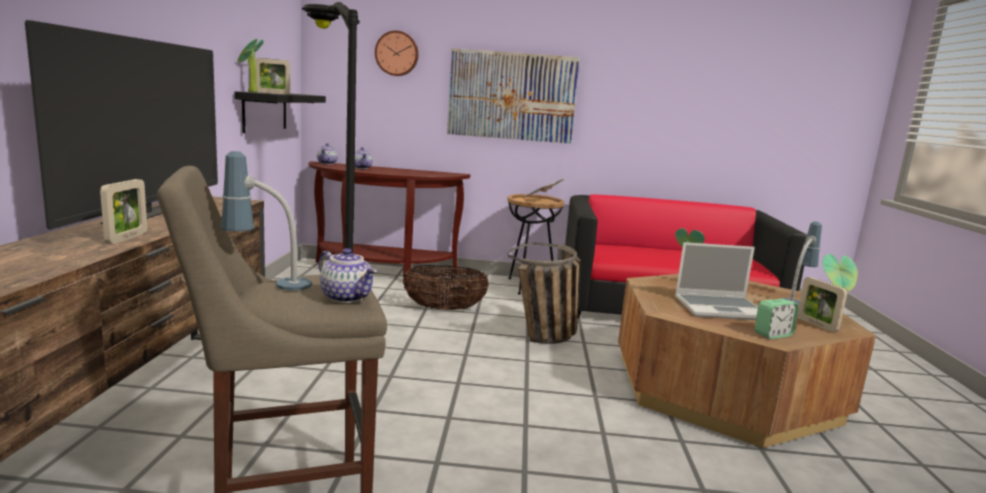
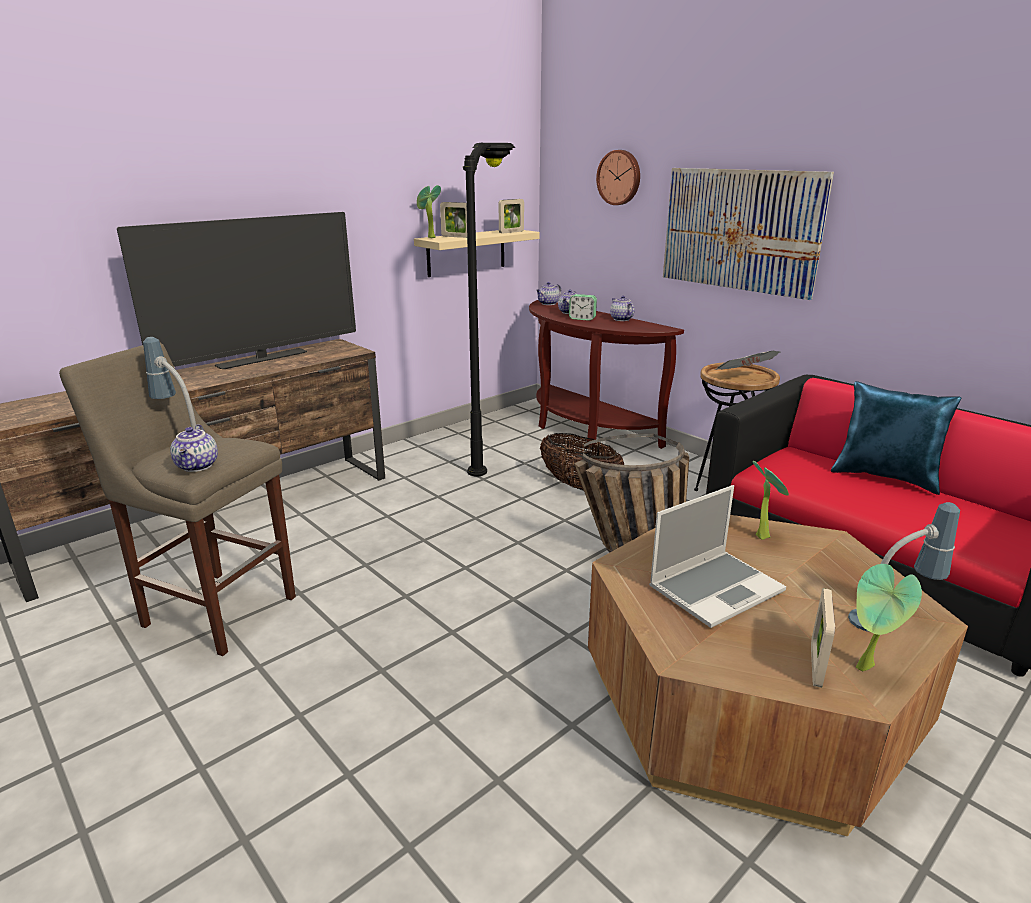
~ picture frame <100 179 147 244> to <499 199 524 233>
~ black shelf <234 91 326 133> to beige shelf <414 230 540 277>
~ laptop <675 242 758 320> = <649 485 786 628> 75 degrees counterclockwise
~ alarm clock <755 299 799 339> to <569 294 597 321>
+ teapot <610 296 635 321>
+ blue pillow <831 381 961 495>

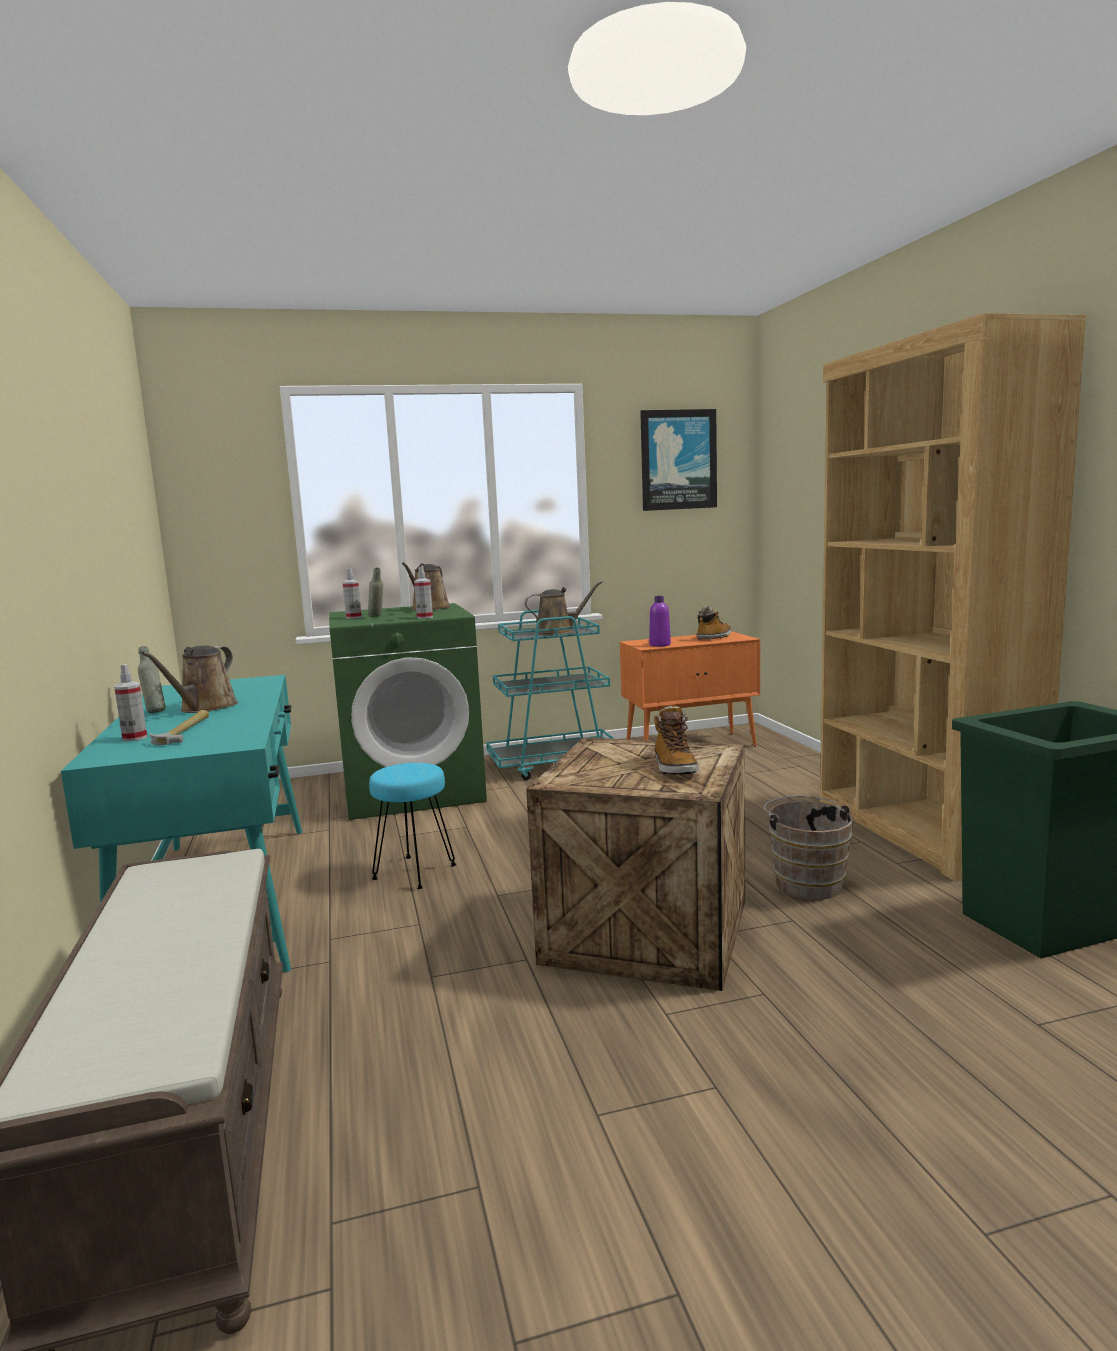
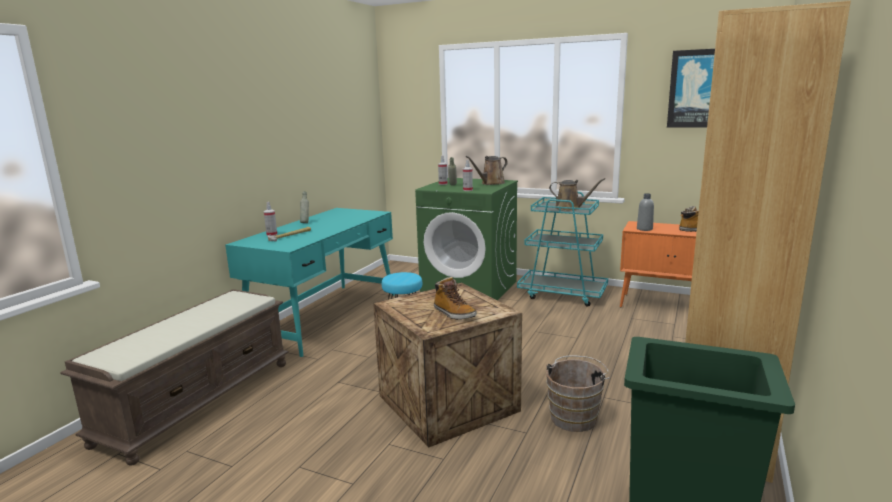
- brown watering can <141 645 238 713>
~ purple bottle <649 596 671 647> to grey bottle <637 193 654 231>
~ boot <654 706 699 775> = <434 277 477 320> 75 degrees counterclockwise

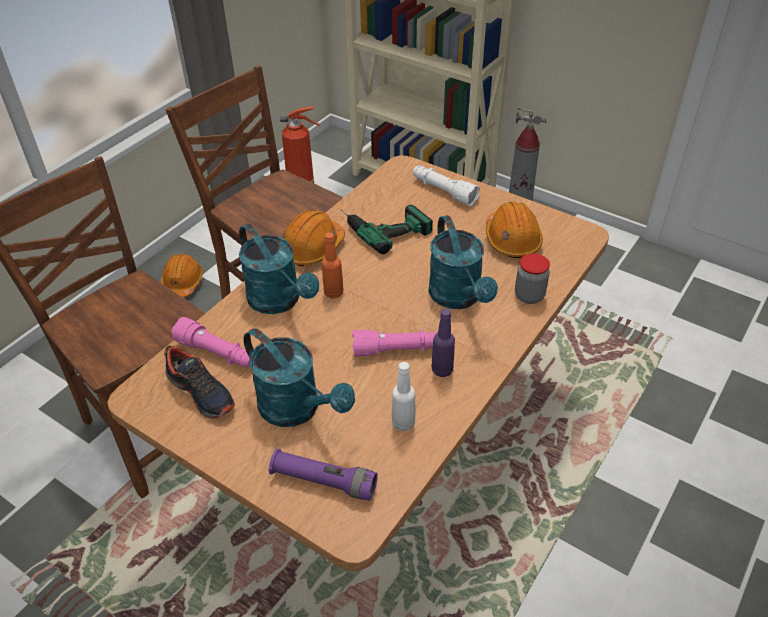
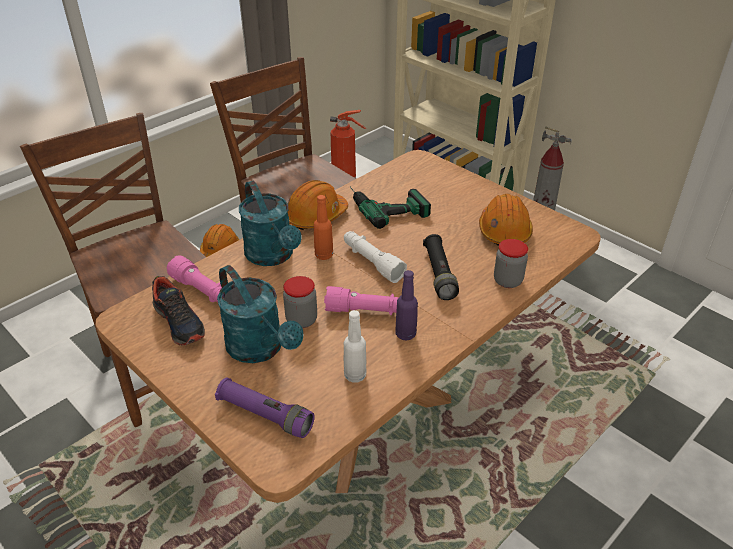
~ white flashlight <413 165 480 206> to <344 231 407 283>
~ turquoise watering can <428 215 498 309> to black flashlight <423 234 459 300>
+ jar <283 276 317 328>

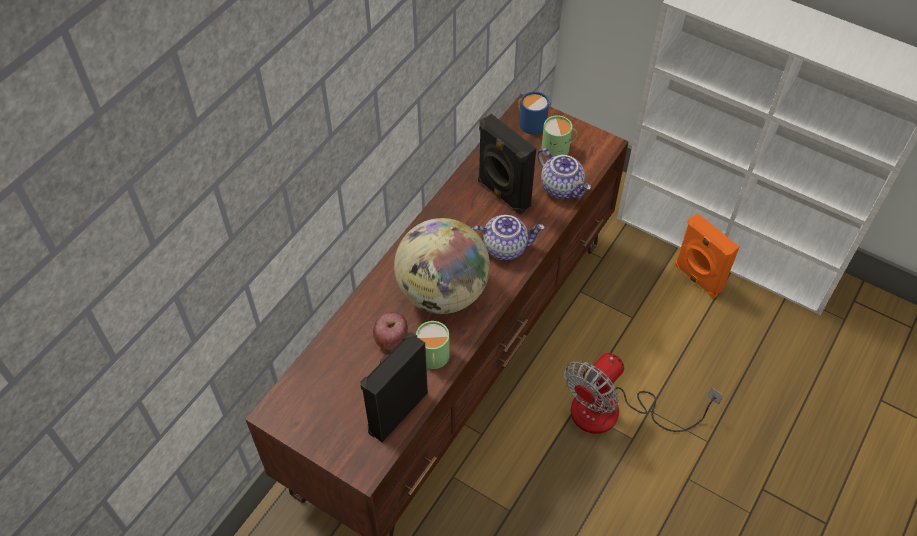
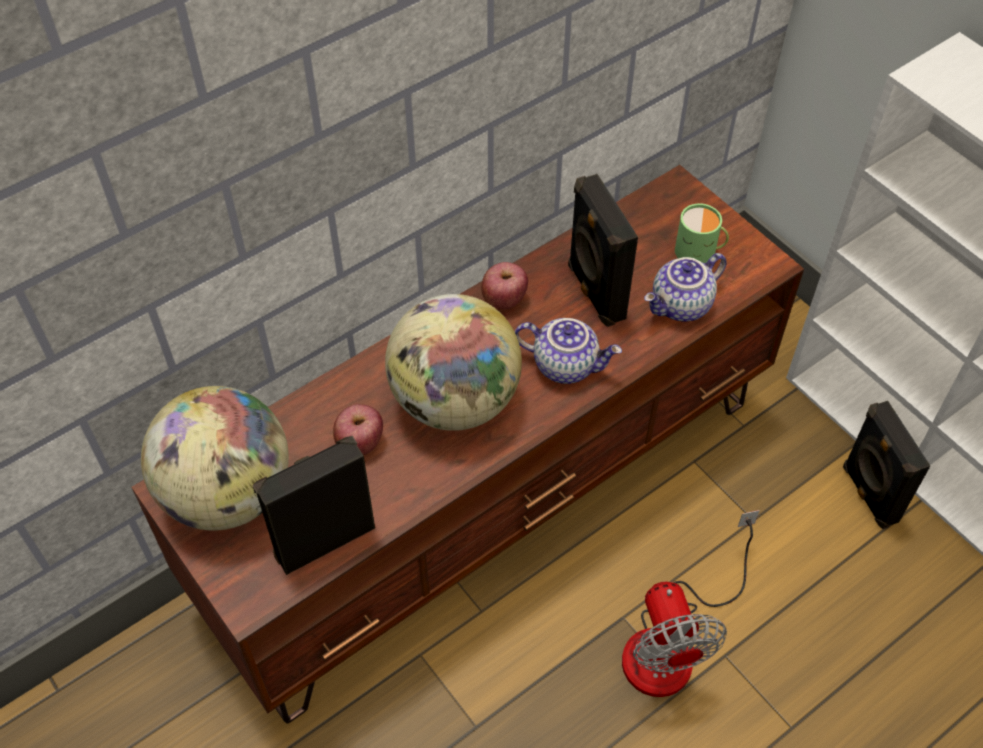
- green mug <416 321 450 369>
- blue mug <518 91 549 135>
~ teapot <537 148 591 199> = <644 253 727 322> 75 degrees clockwise
~ fan <564 353 723 434> = <622 510 760 697> 75 degrees counterclockwise
~ orange speaker <675 214 739 298> to black speaker <843 401 930 529>
+ globe <141 386 289 531>
+ apple <481 262 528 309>

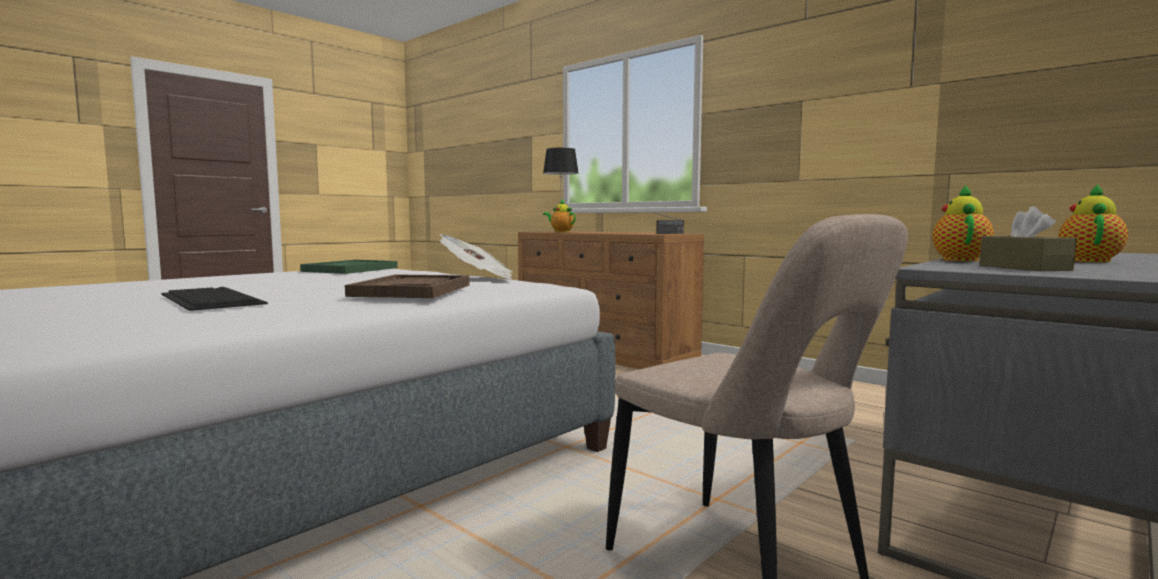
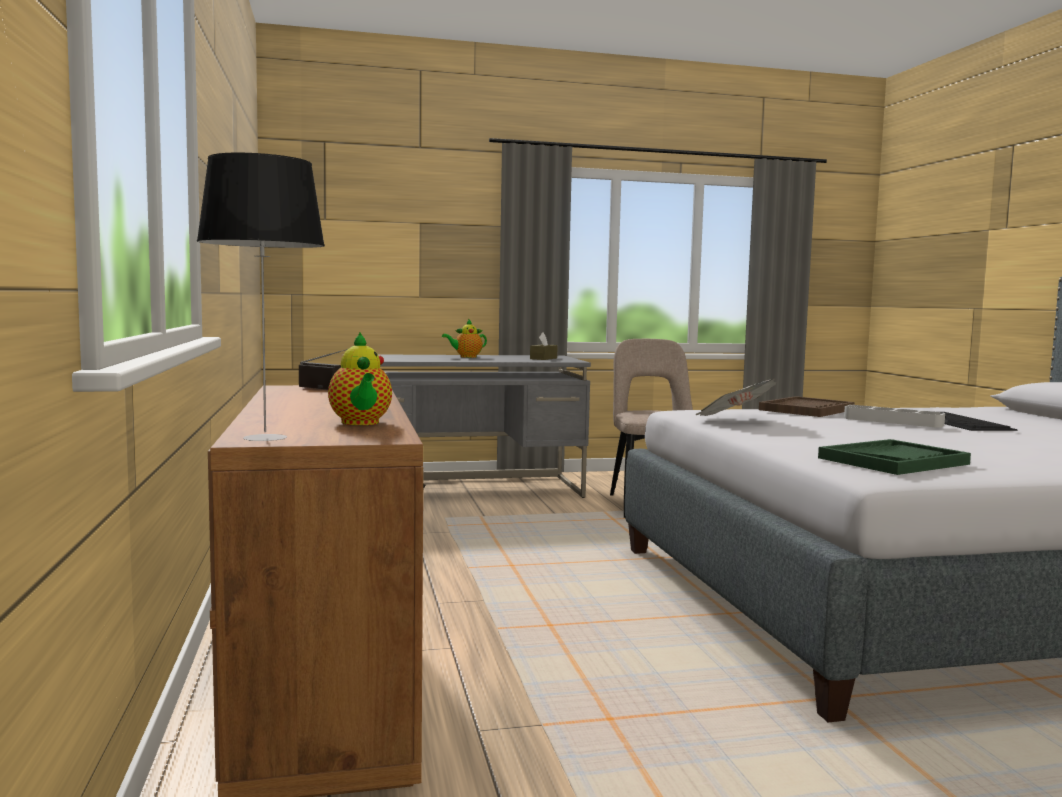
- teapot <932 185 994 261>
+ grey tray <844 405 945 428>

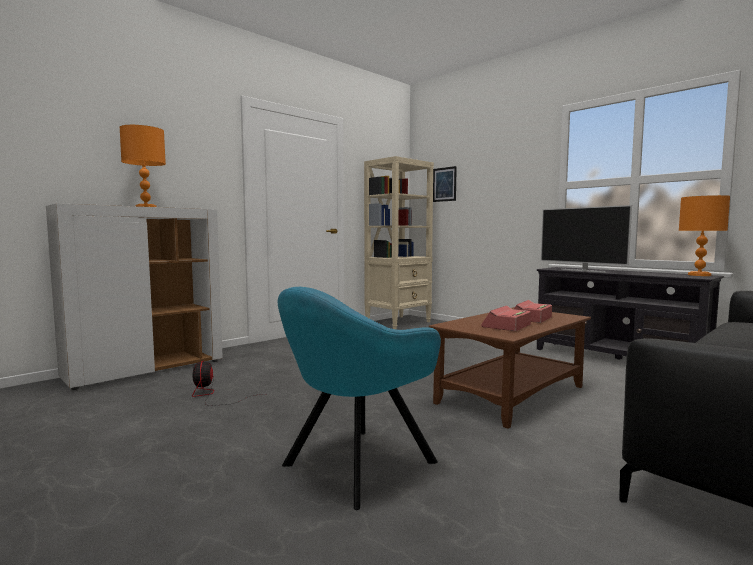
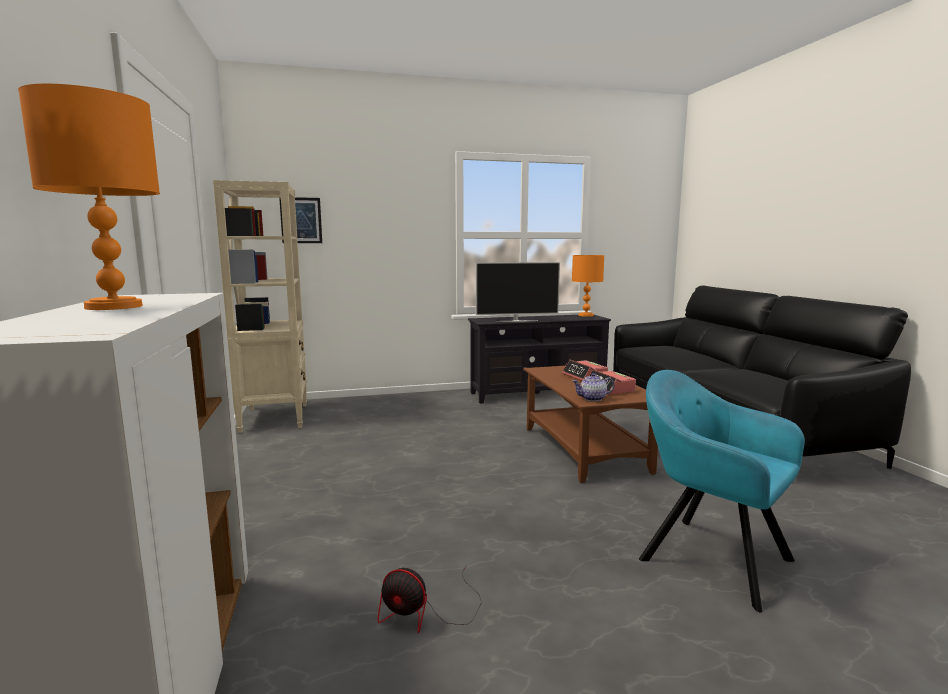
~ turquoise armchair <278 287 441 510> = <639 370 805 613> 150 degrees clockwise
+ teapot <573 373 615 402>

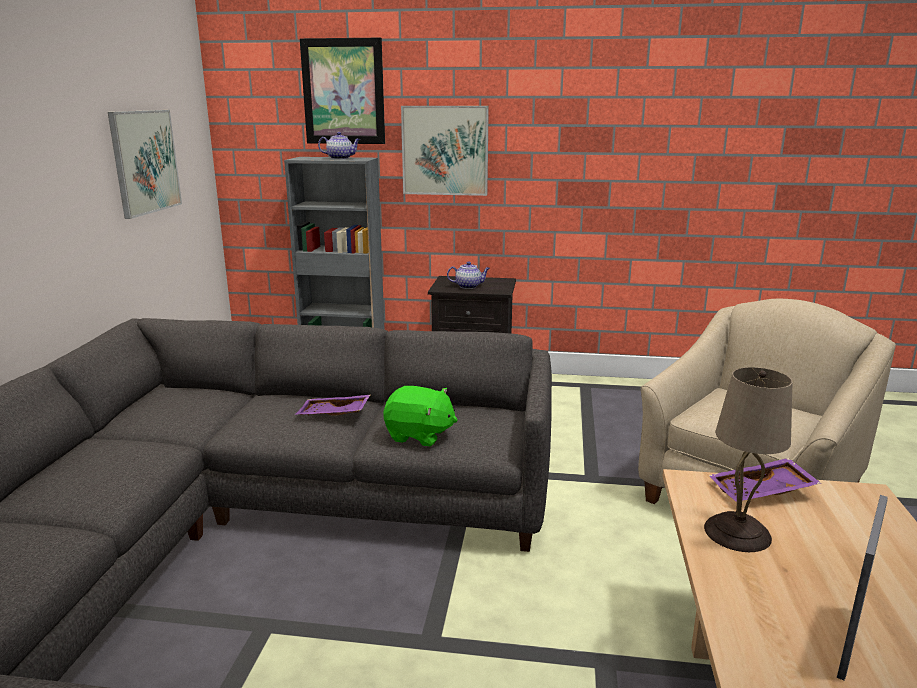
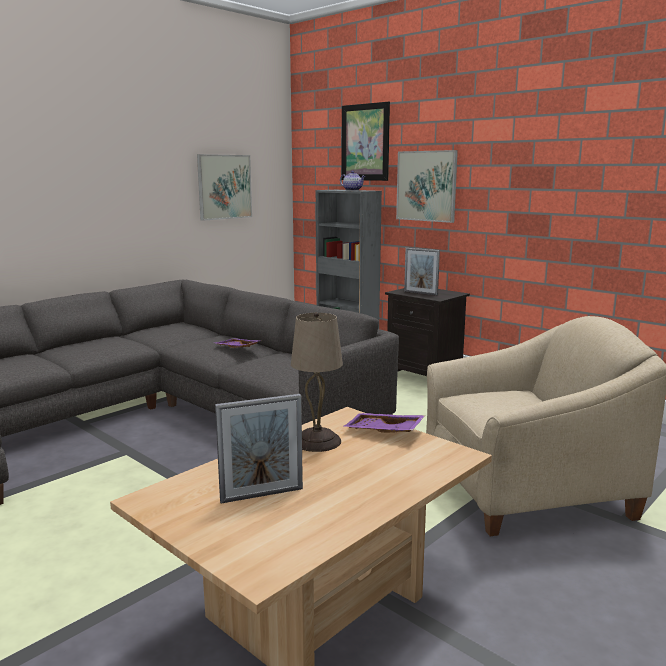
- green plush toy <383 386 458 447>
~ teapot <447 262 490 289> to picture frame <404 248 440 295>

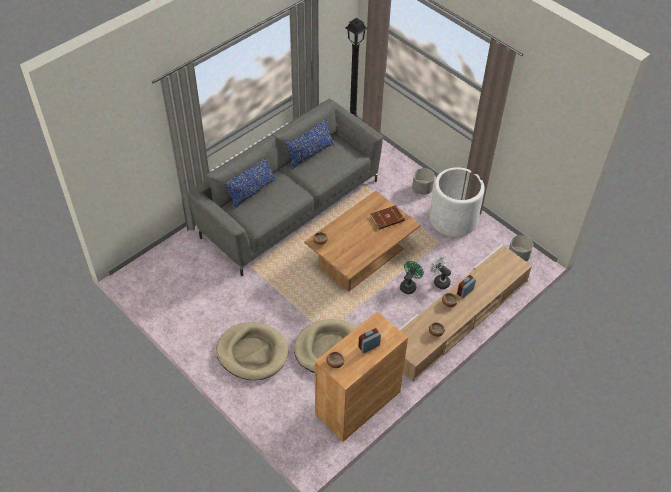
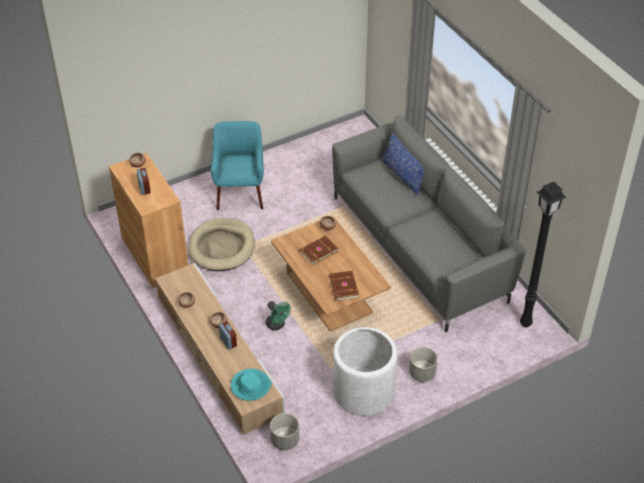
~ beige dog bed <216 322 289 380> to turquoise armchair <211 121 264 210>
- blue pillow <285 118 334 169>
- white fan <430 256 451 289>
+ turquoise hat <231 369 272 401>
+ brown book <299 236 339 265>

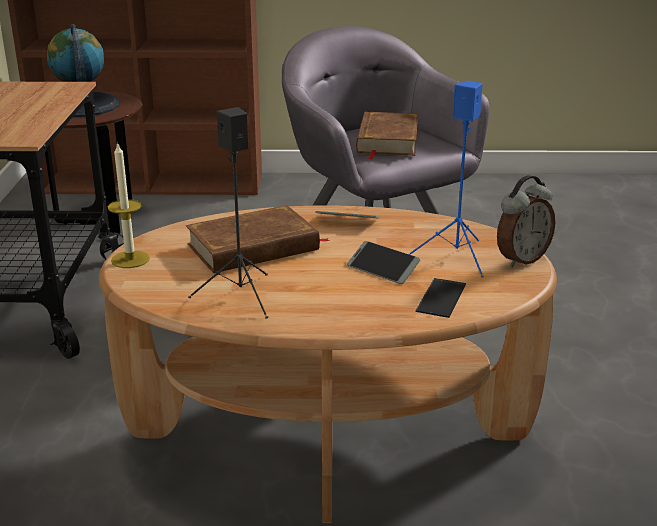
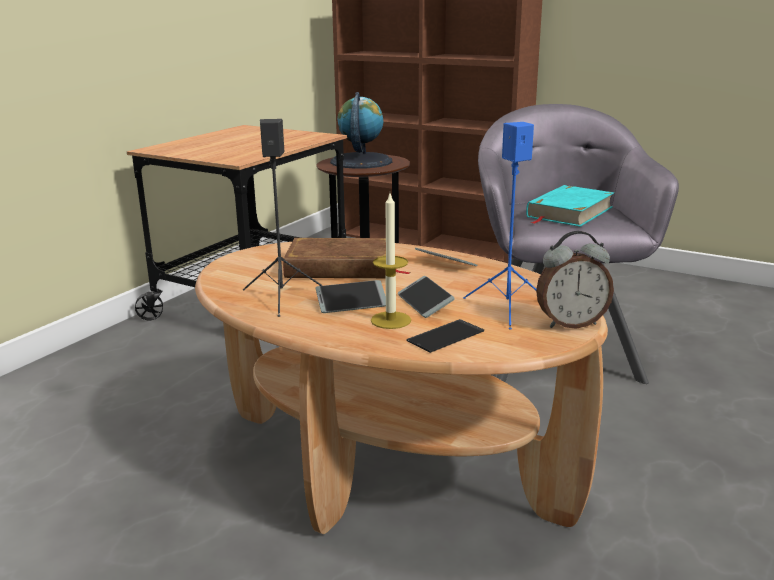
~ candle <108 142 150 268> to <371 194 411 329>
~ brown book <356 111 418 160> to turquoise book <526 185 614 227>
+ phone <316 280 386 313>

